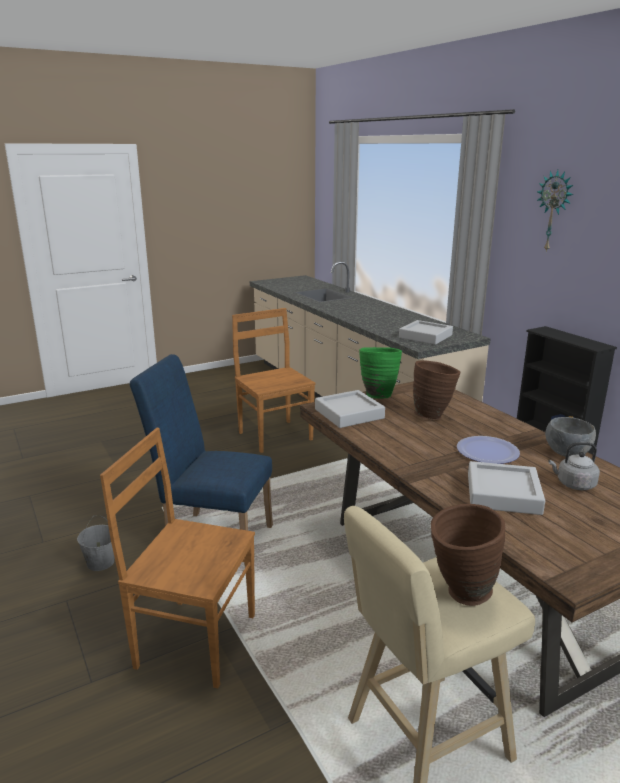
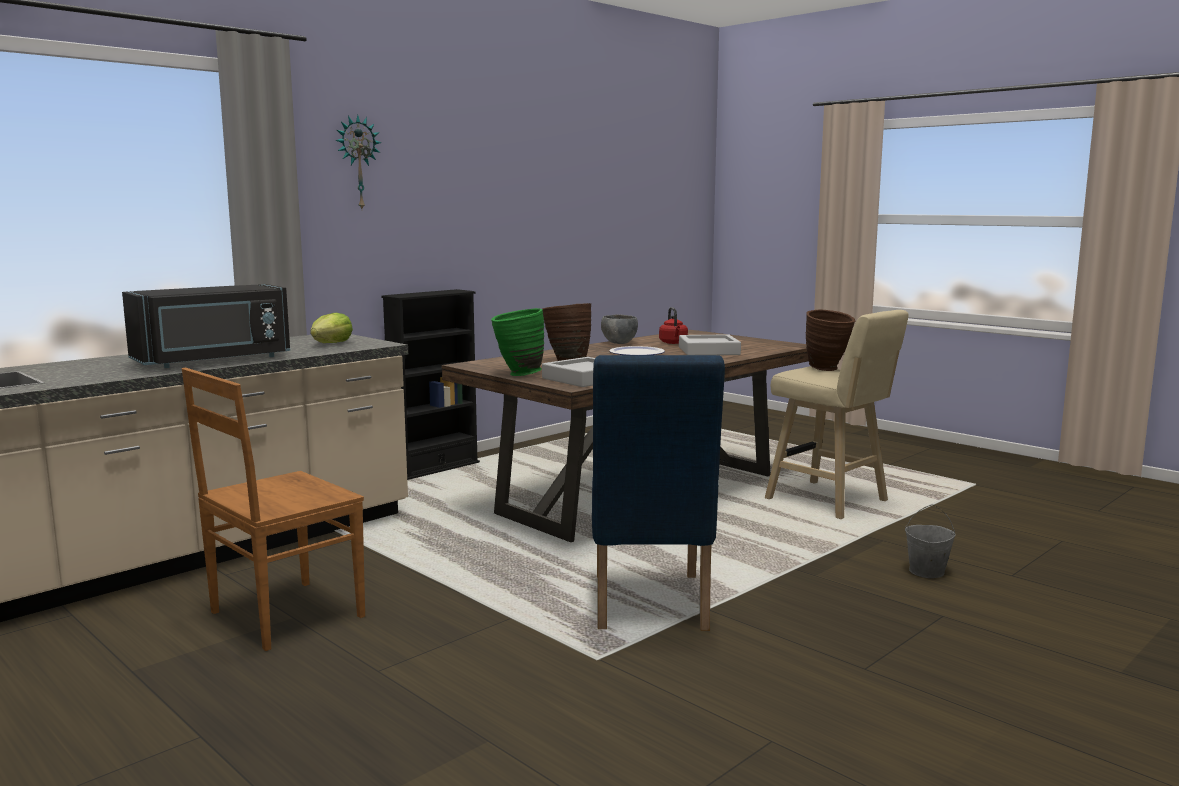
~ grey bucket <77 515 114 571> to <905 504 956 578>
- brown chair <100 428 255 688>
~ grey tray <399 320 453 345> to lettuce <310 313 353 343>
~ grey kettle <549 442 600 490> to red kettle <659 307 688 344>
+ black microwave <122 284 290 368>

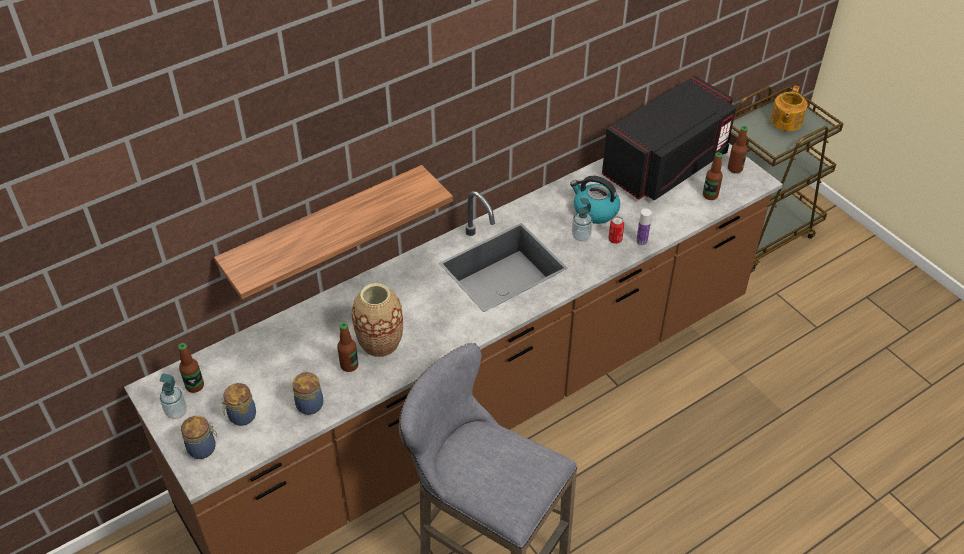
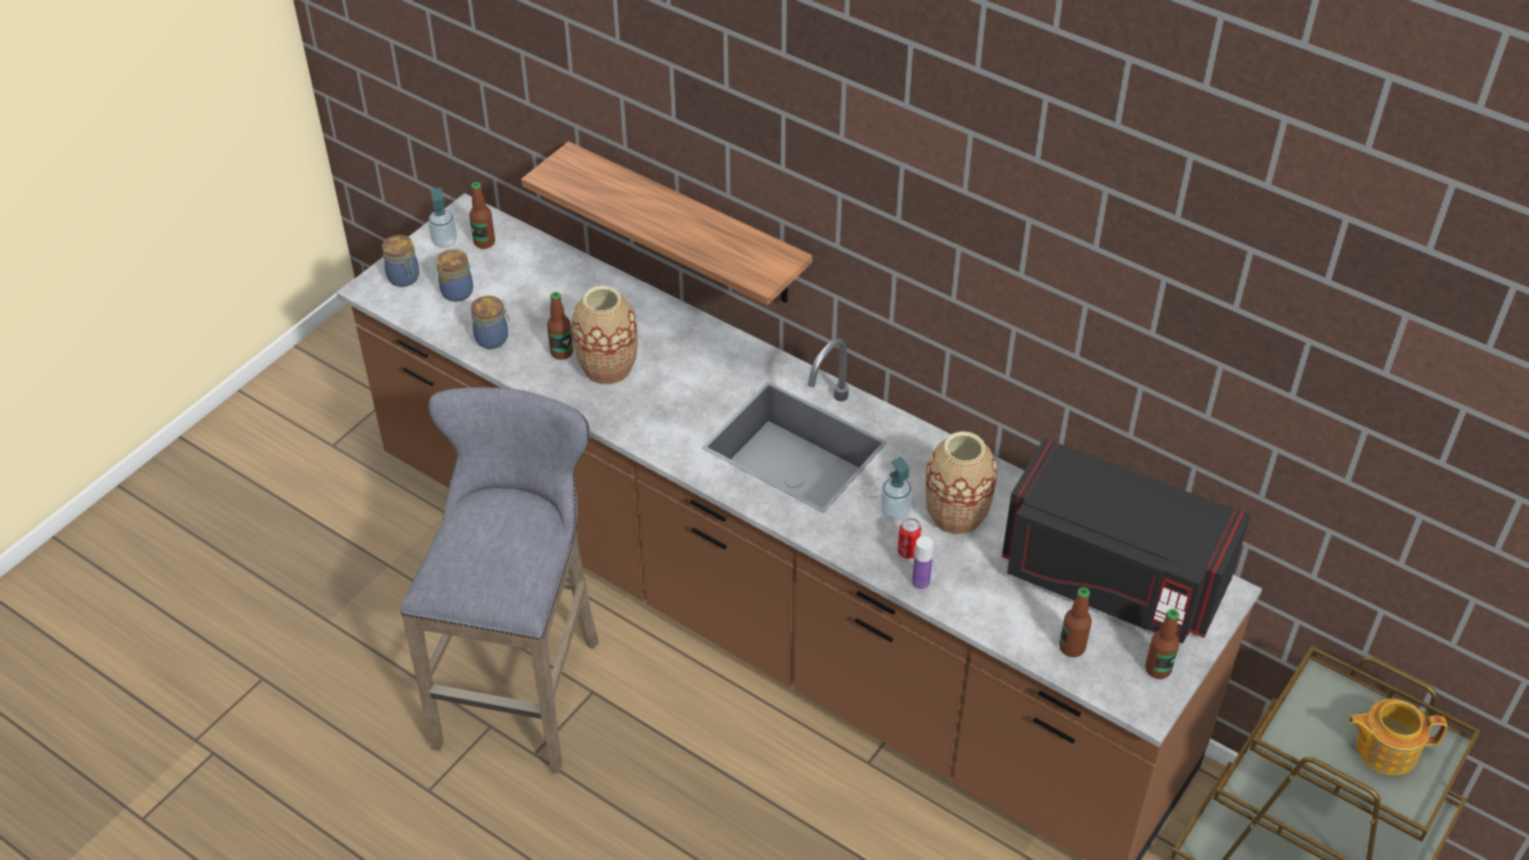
~ kettle <570 176 620 224> to vase <925 431 997 535>

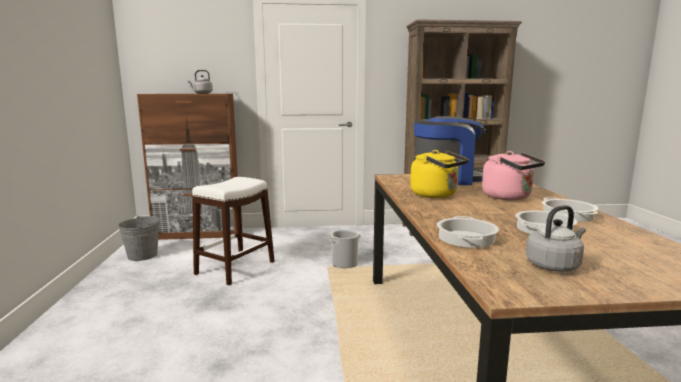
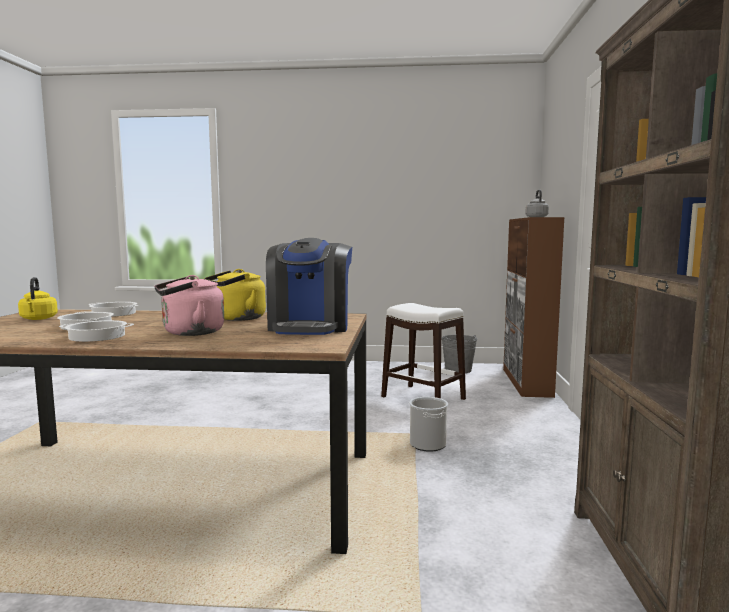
~ grey kettle <526 205 586 272> to yellow kettle <18 277 58 320>

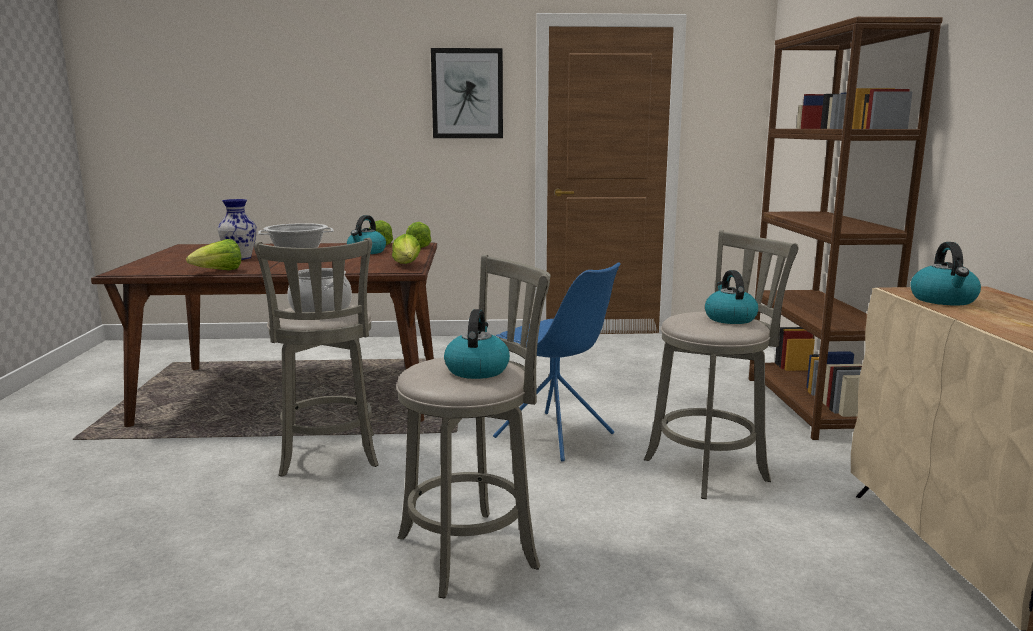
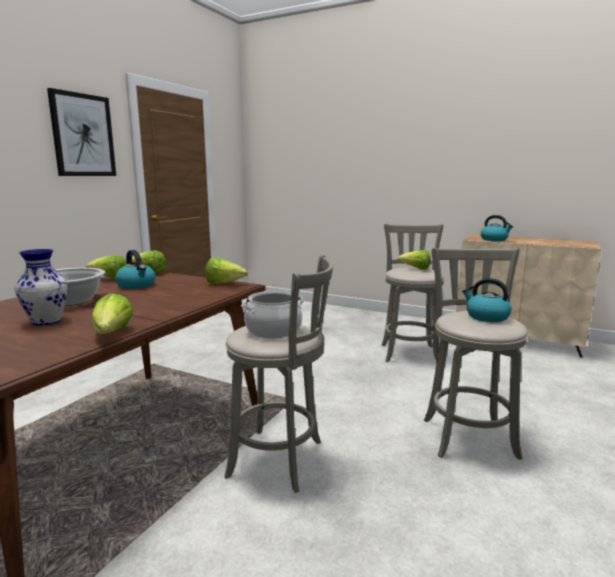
- blue chair <493 262 621 461>
~ kettle <705 270 758 324> to lettuce <398 250 431 270>
- brown bookcase <748 17 943 440>

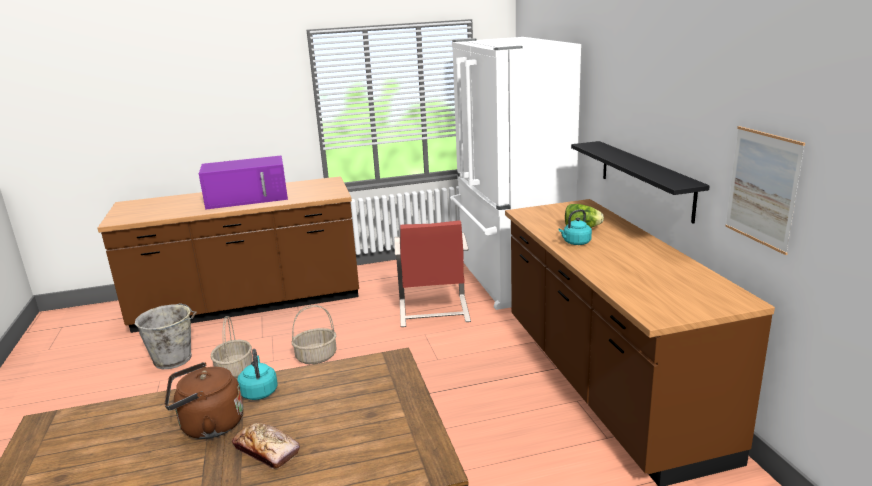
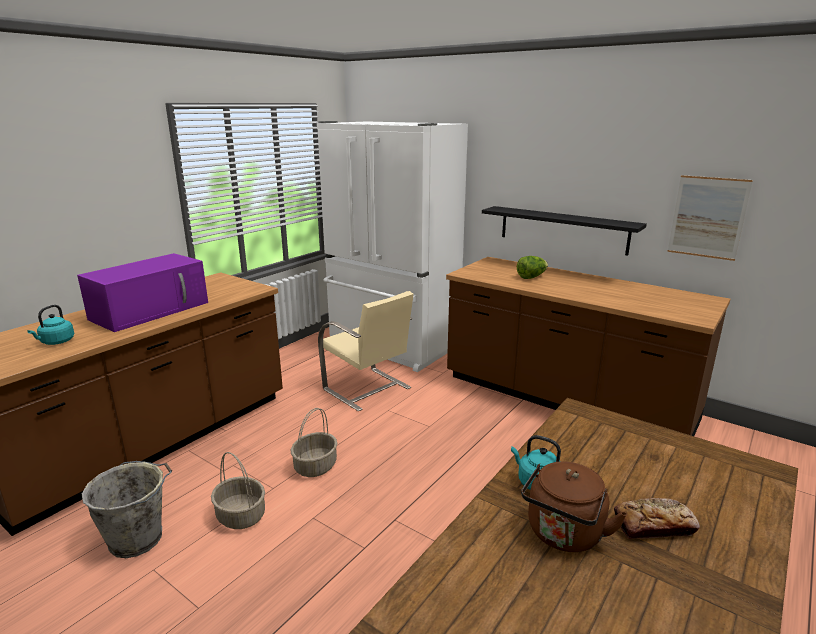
~ red chair <394 220 471 327> to beige chair <318 291 414 411>
~ turquoise kettle <558 209 592 245> to <27 305 74 345>

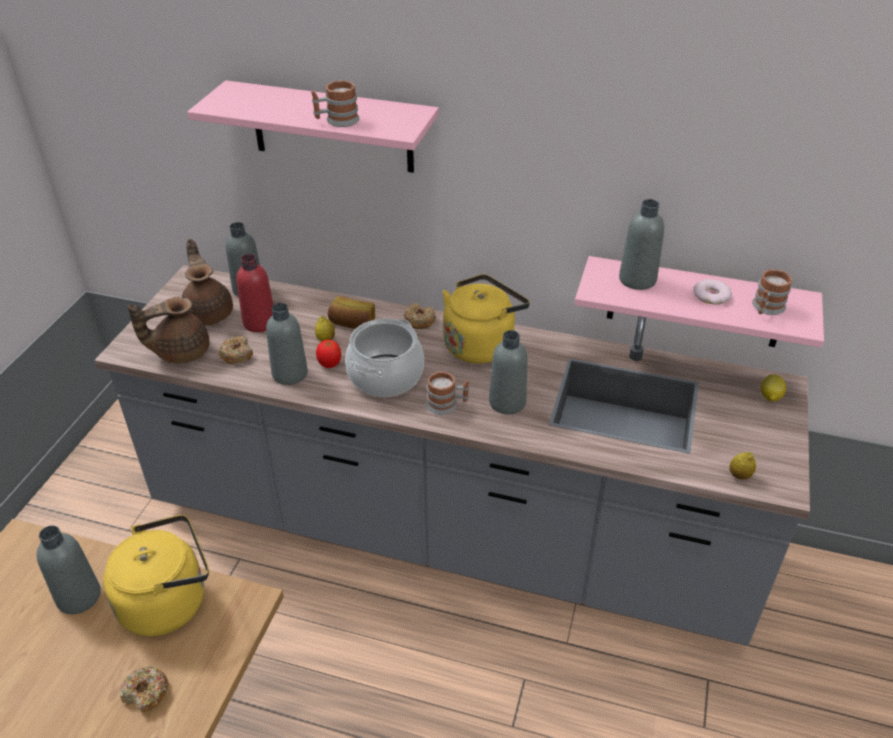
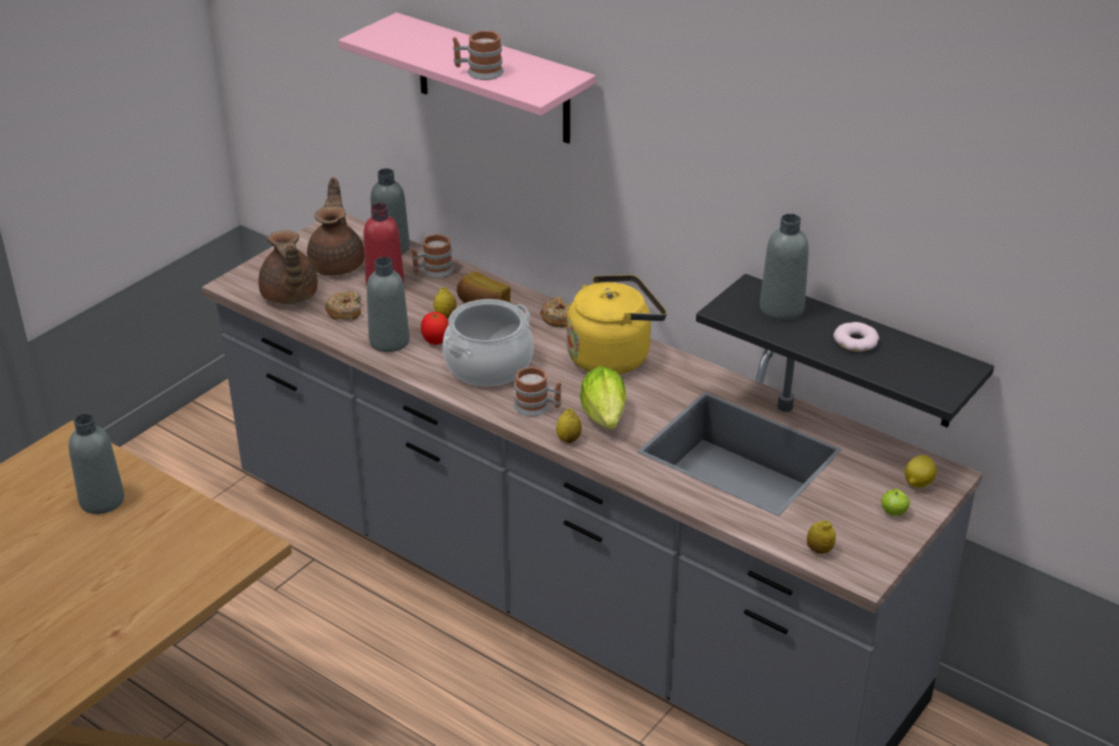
- yellow kettle <103 515 209 636>
- donut <120 667 169 713>
~ brown teapot <127 297 209 364> = <258 230 318 304> 105 degrees counterclockwise
~ grey bottle <489 330 528 414> to lettuce <580 367 626 429>
~ pink shelf <574 256 824 347> to black shelf <696 274 994 428>
~ mug <752 269 792 315> to <411 234 454 278>
+ lemon <556 408 582 443>
+ apple <881 489 910 516>

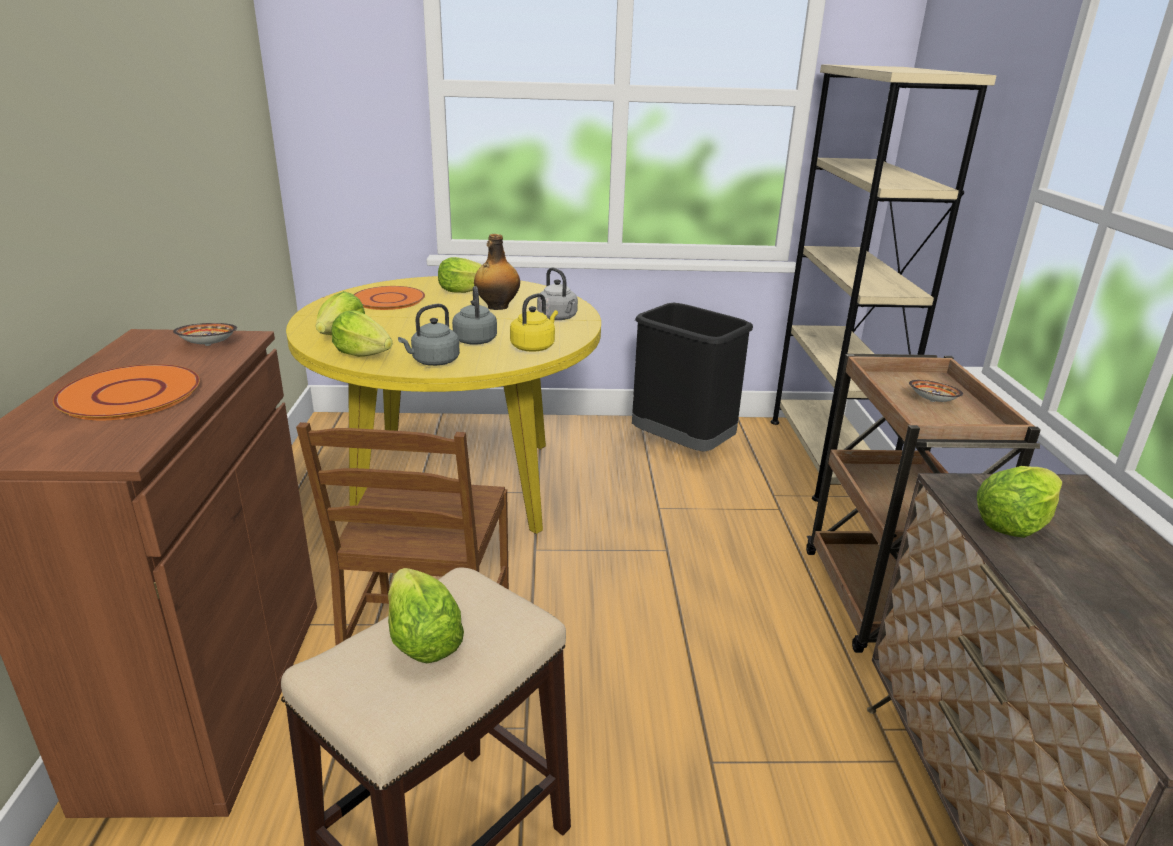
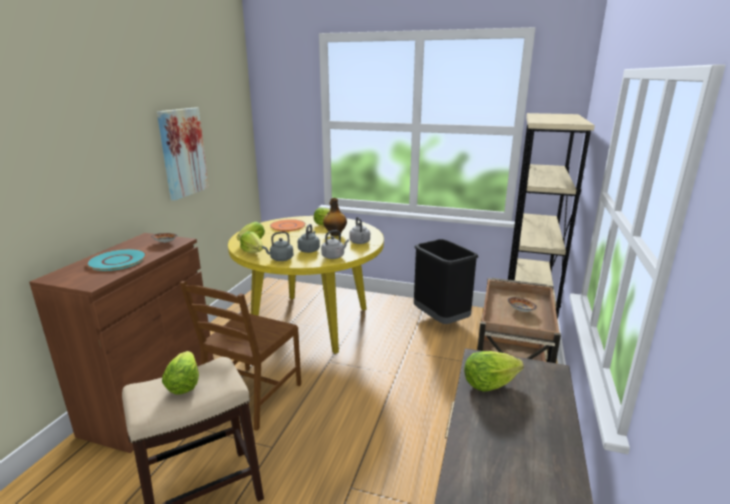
~ orange plate <53 364 200 420> to turquoise plate <86 249 147 271>
~ yellow kettle <510 293 558 352> to grey kettle <321 230 349 259>
+ picture <157 108 209 201>

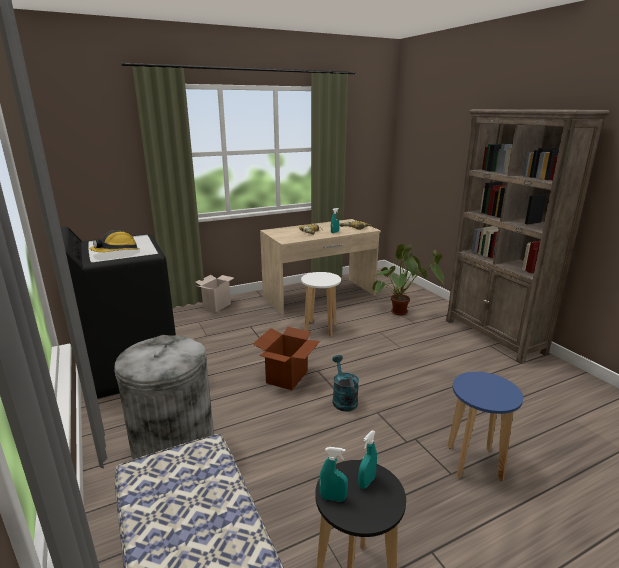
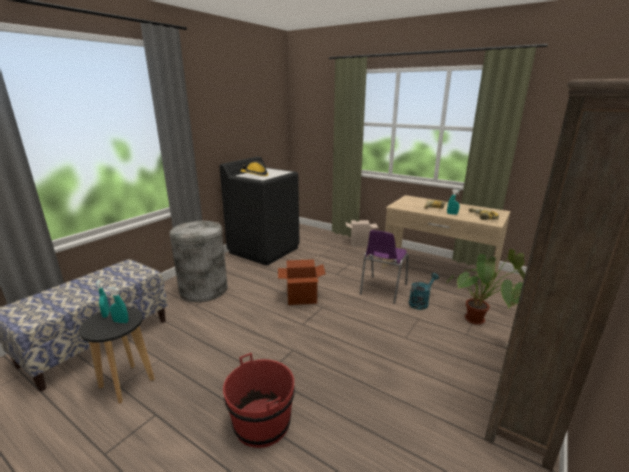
~ white stool <301 272 341 337> to purple chair <360 230 409 304>
~ turquoise watering can <332 355 359 412> to <409 273 439 310>
~ blue stool <447 372 523 481> to red bucket <223 353 295 448>

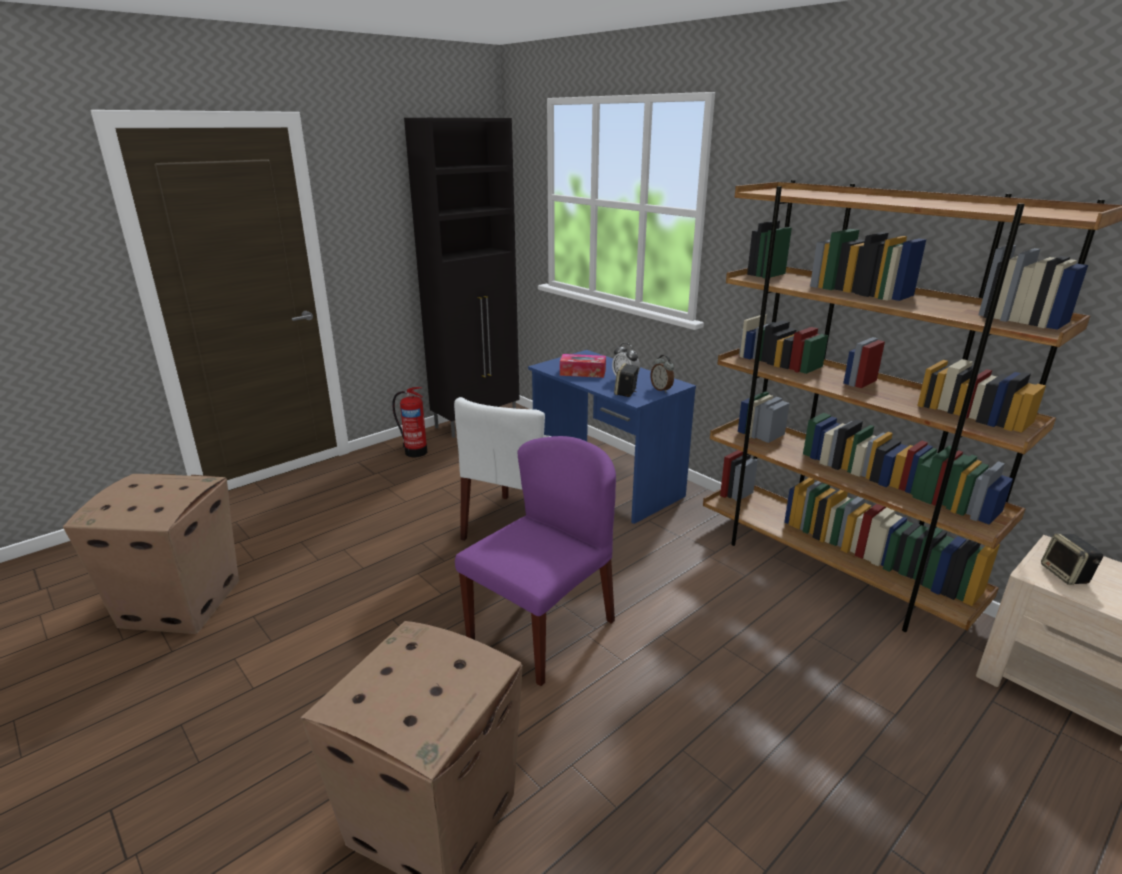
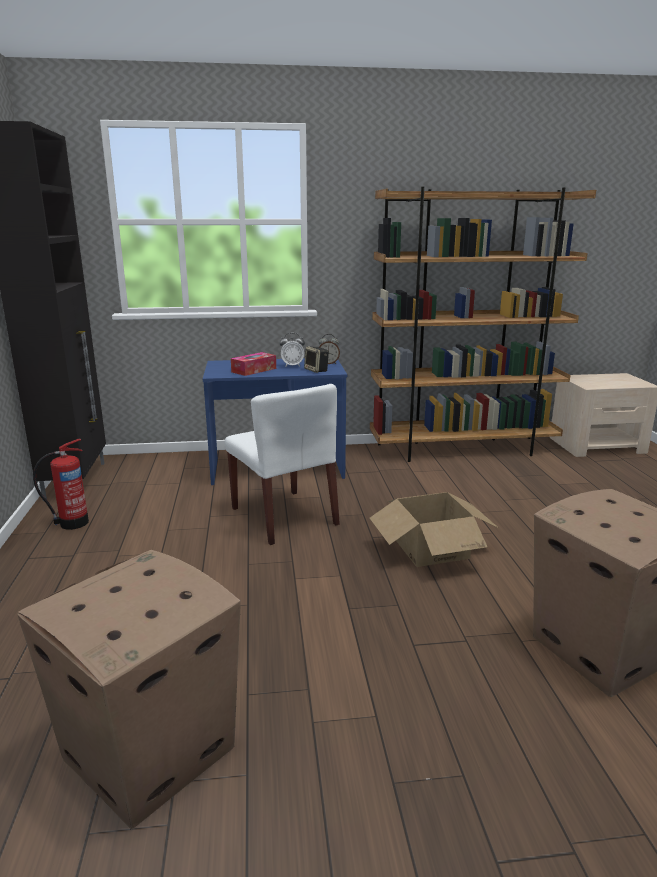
~ purple chair <455 436 616 686> to cardboard box <369 492 499 567>
- speaker <1041 534 1103 585>

